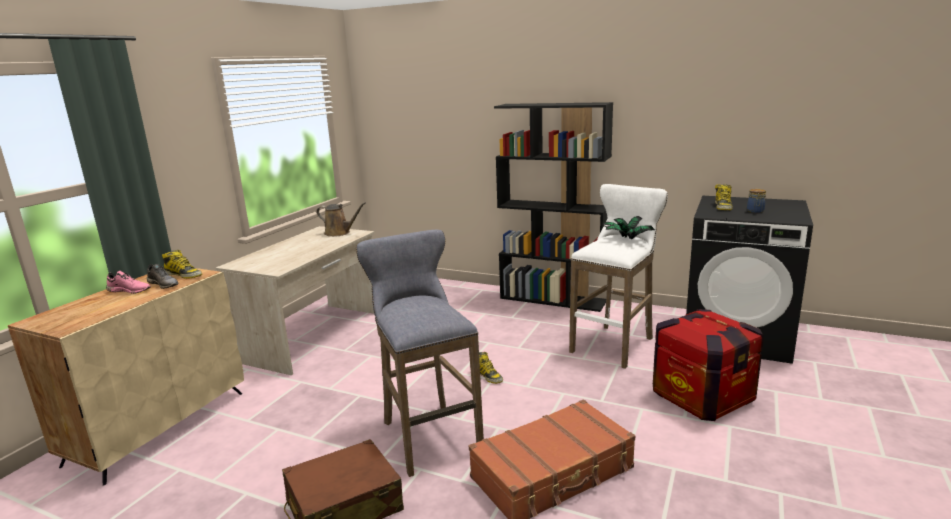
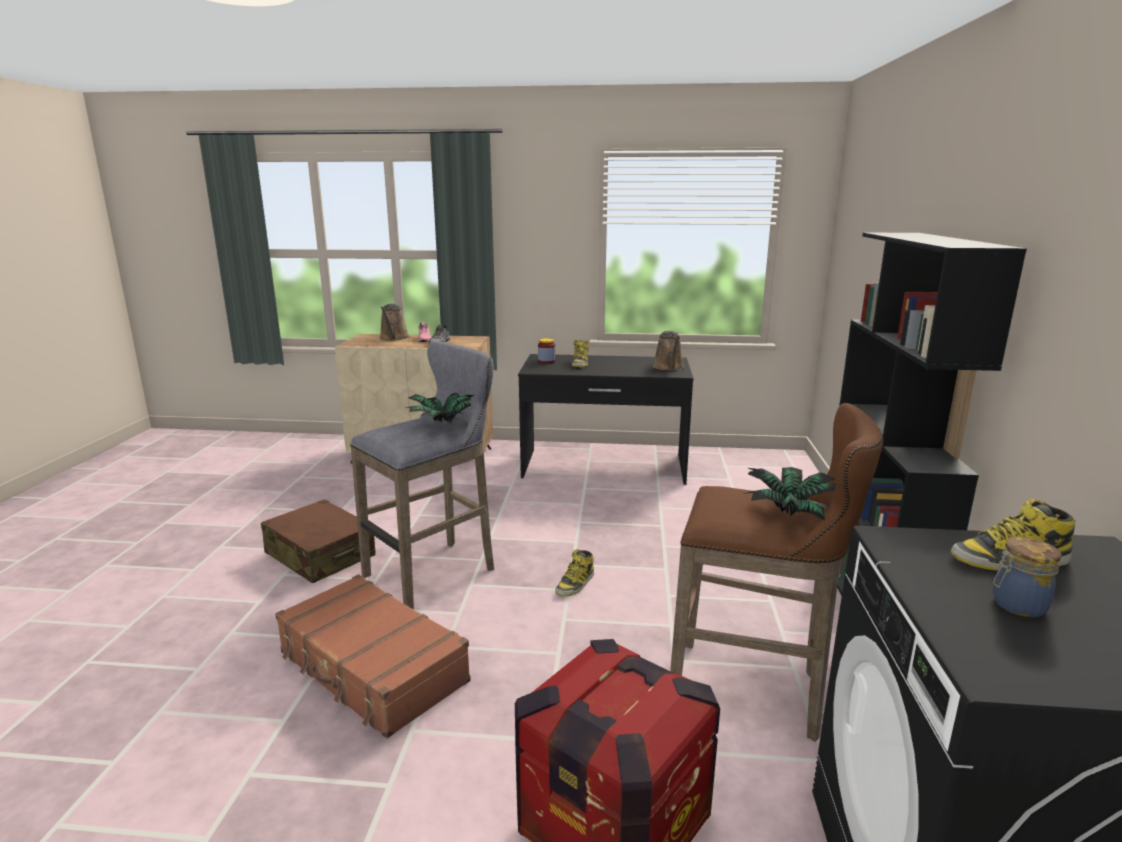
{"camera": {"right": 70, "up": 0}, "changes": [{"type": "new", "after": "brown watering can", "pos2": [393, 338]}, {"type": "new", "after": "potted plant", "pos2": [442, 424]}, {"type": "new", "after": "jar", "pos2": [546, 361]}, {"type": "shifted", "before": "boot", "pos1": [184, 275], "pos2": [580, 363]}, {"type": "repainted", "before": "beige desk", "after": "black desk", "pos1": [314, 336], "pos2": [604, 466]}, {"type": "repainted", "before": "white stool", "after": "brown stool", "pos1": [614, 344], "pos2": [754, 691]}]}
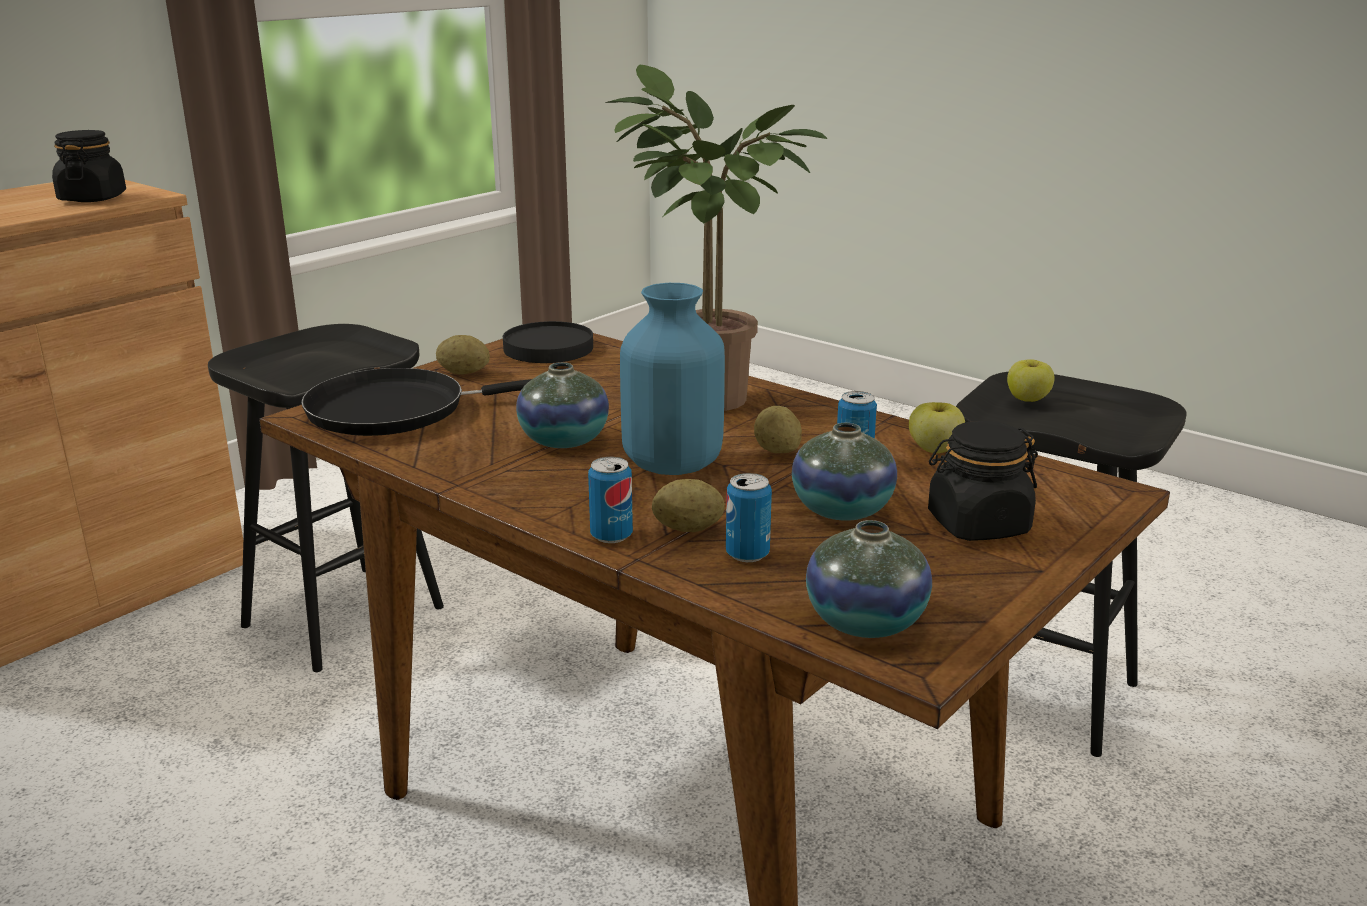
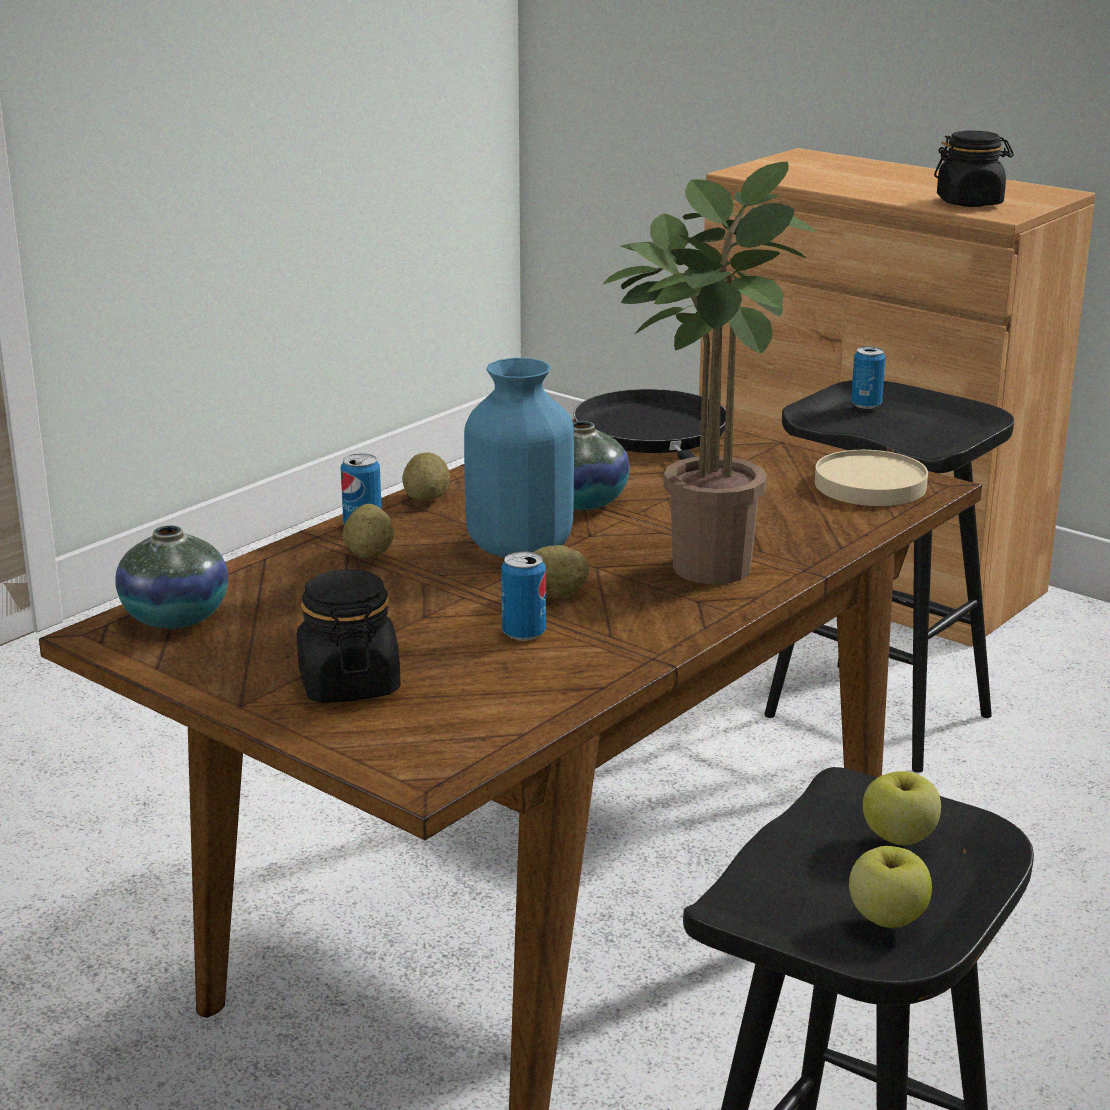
{"camera": {"right": 90, "up": 0}, "changes": [{"type": "gone", "before": "vase", "pos1": [842, 510]}, {"type": "shifted", "before": "potato", "pos1": [464, 373], "pos2": [426, 499]}, {"type": "shifted", "before": "can", "pos1": [747, 554], "pos2": [866, 404]}, {"type": "shifted", "before": "apple", "pos1": [934, 449], "pos2": [887, 917]}, {"type": "repainted", "before": "black plate", "after": "beige plate", "pos1": [548, 348], "pos2": [869, 485]}]}
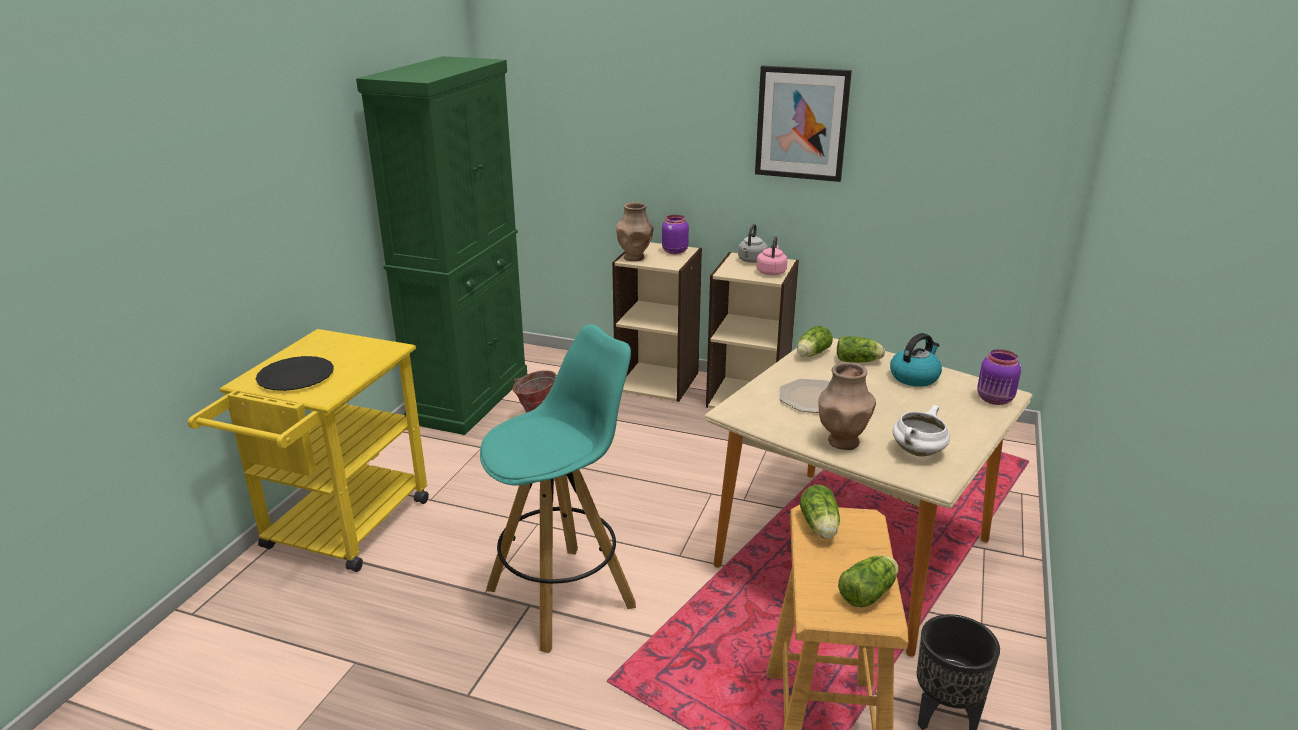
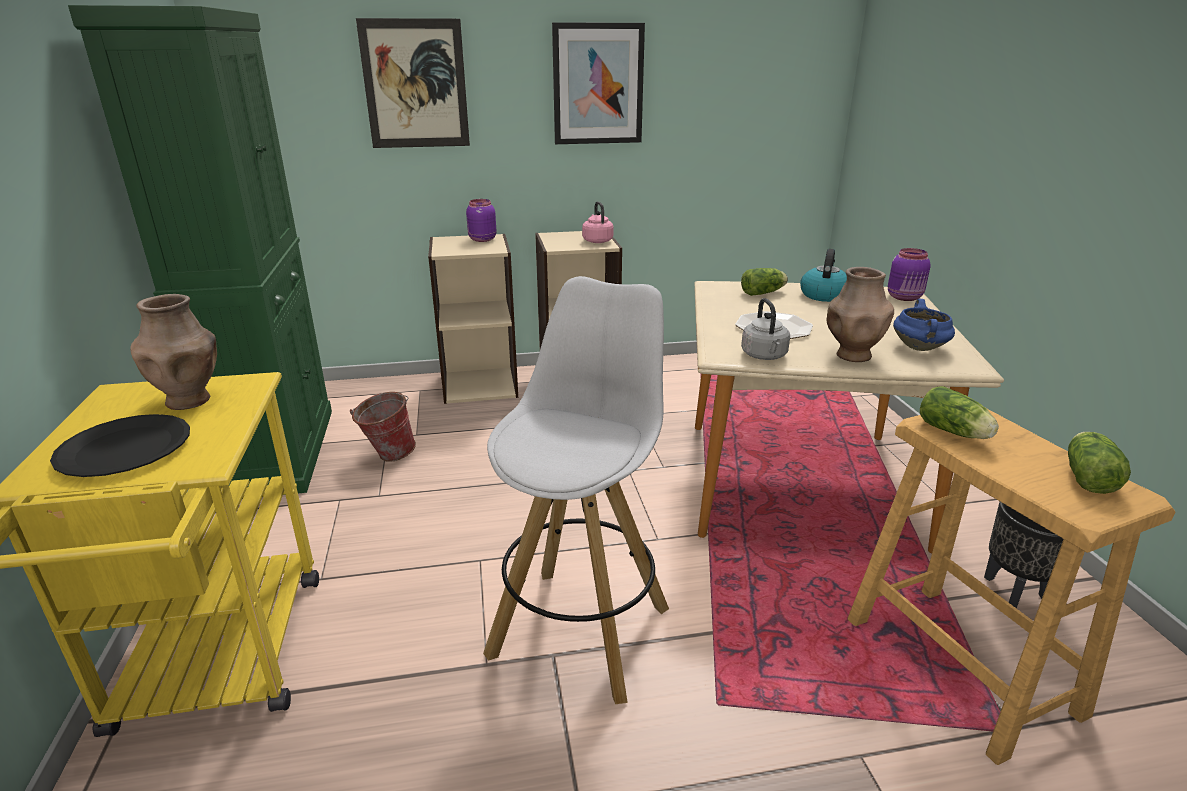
{"camera": {"right": -30, "up": 0}, "changes": [{"type": "gone", "before": "lettuce", "pos1": [811, 354]}, {"type": "new", "after": "picture", "pos2": [415, 84]}, {"type": "shifted", "before": "brown vase", "pos1": [634, 257], "pos2": [190, 400]}, {"type": "shifted", "before": "grey kettle", "pos1": [751, 261], "pos2": [764, 356]}, {"type": "repainted", "before": "turquoise stool", "after": "white stool", "pos1": [563, 596], "pos2": [581, 629]}, {"type": "repainted", "before": "white cooking pot", "after": "blue cooking pot", "pos1": [918, 452], "pos2": [920, 348]}]}
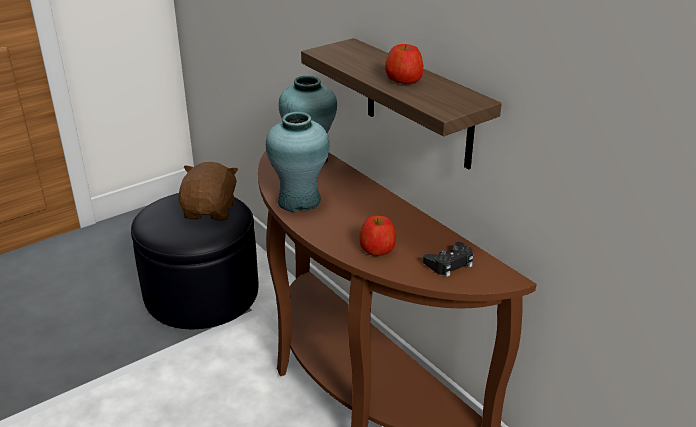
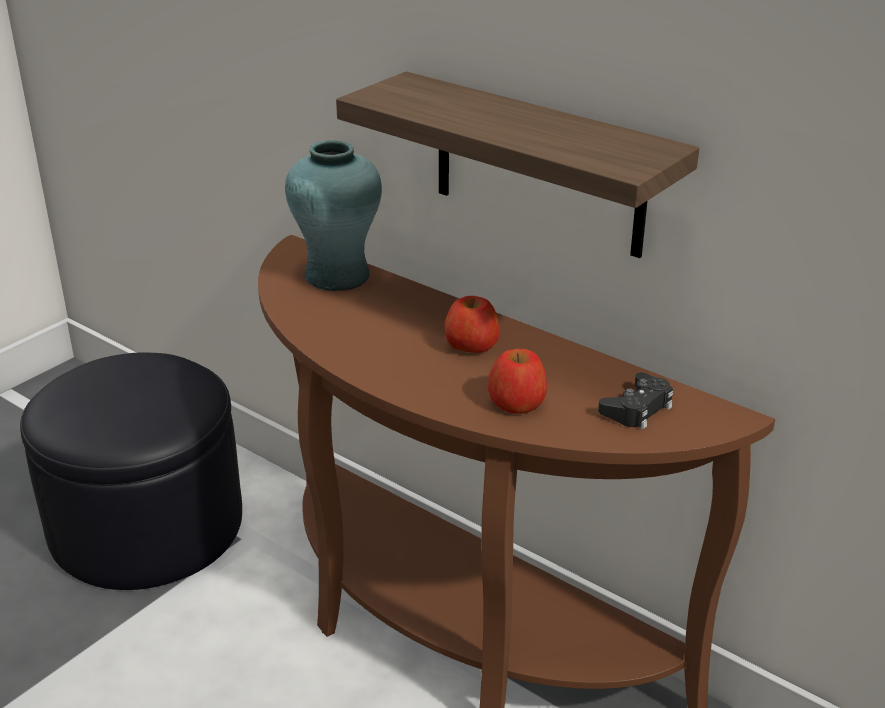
{"camera": {"right": -15, "up": 0}, "changes": [{"type": "gone", "before": "brown plush toy", "pos1": [210, 211]}, {"type": "gone", "before": "turquoise vase", "pos1": [299, 201]}, {"type": "shifted", "before": "apple", "pos1": [403, 80], "pos2": [471, 345]}]}
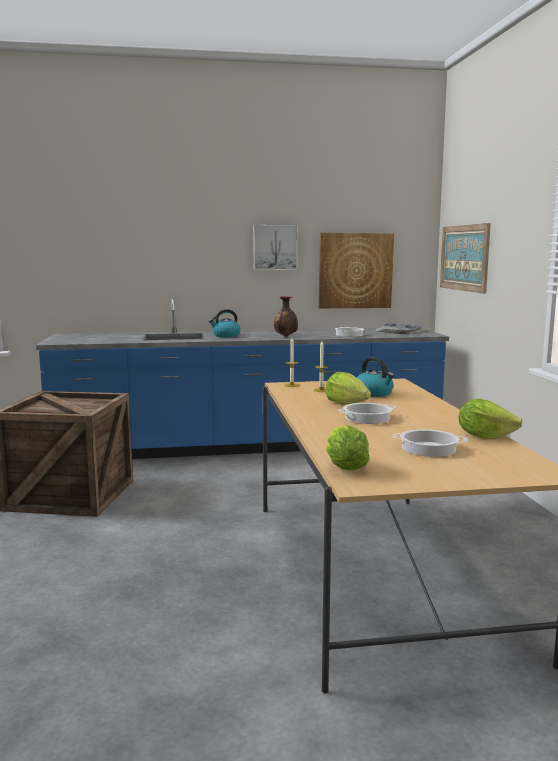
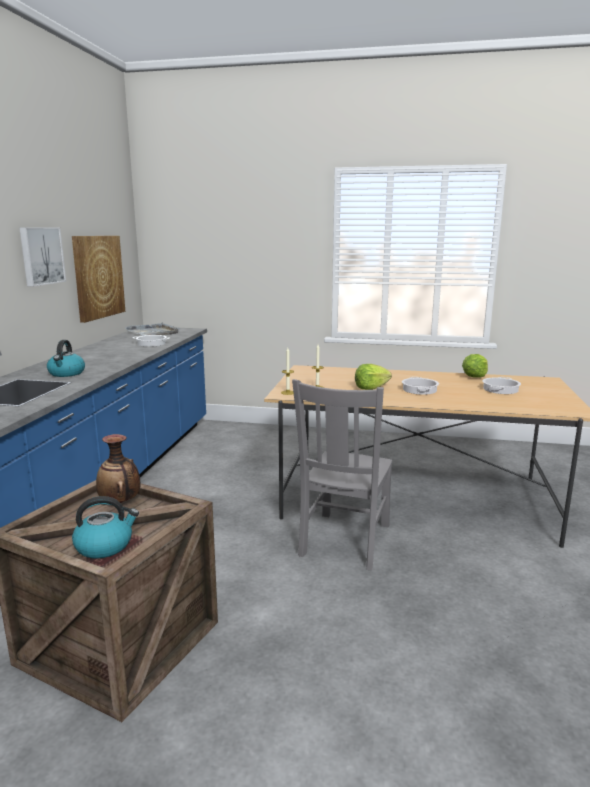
{"camera": {"right": -70, "up": 5}, "changes": [{"type": "gone", "before": "lettuce", "pos1": [345, 468]}, {"type": "gone", "before": "picture", "pos1": [464, 258]}, {"type": "new", "after": "grey chair", "pos2": [344, 541]}, {"type": "shifted", "before": "vase", "pos1": [286, 336], "pos2": [120, 502]}, {"type": "shifted", "before": "kettle", "pos1": [374, 393], "pos2": [105, 546]}]}
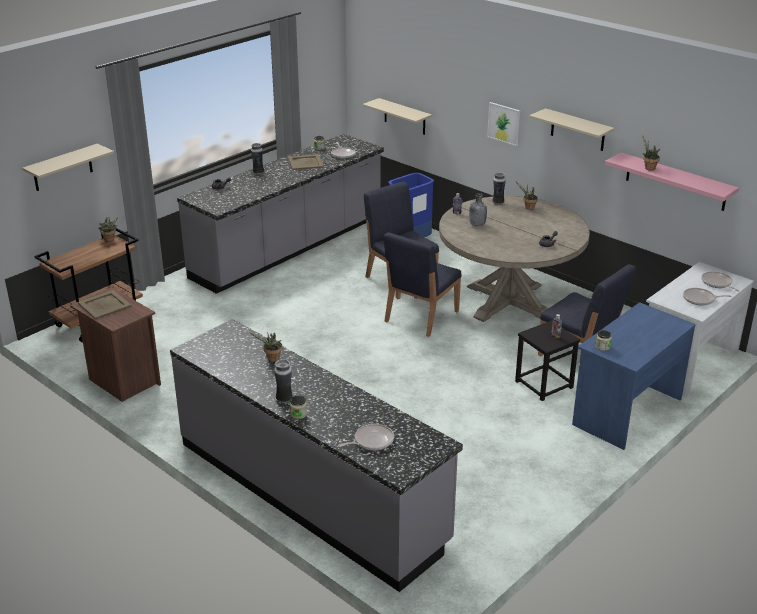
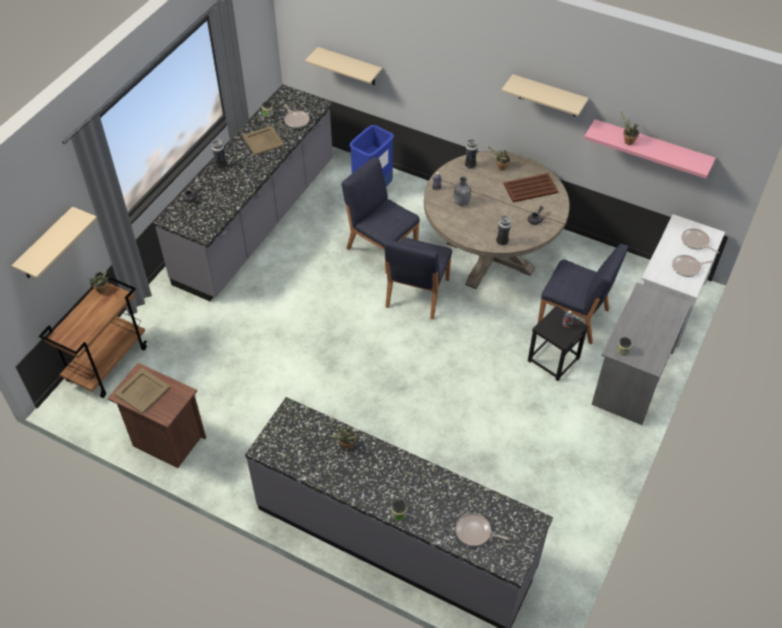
{"camera": {"right": -15, "up": 20}, "changes": [{"type": "gone", "before": "picture", "pos1": [504, 123]}, {"type": "new", "after": "brown tray", "pos2": [530, 188]}, {"type": "shifted", "before": "vase", "pos1": [284, 399], "pos2": [502, 242]}, {"type": "repainted", "before": "blue desk", "after": "grey desk", "pos1": [626, 411], "pos2": [631, 378]}, {"type": "rotated", "before": "frying pan", "pos1": [371, 441], "pos2": [475, 532], "turn": -120}]}
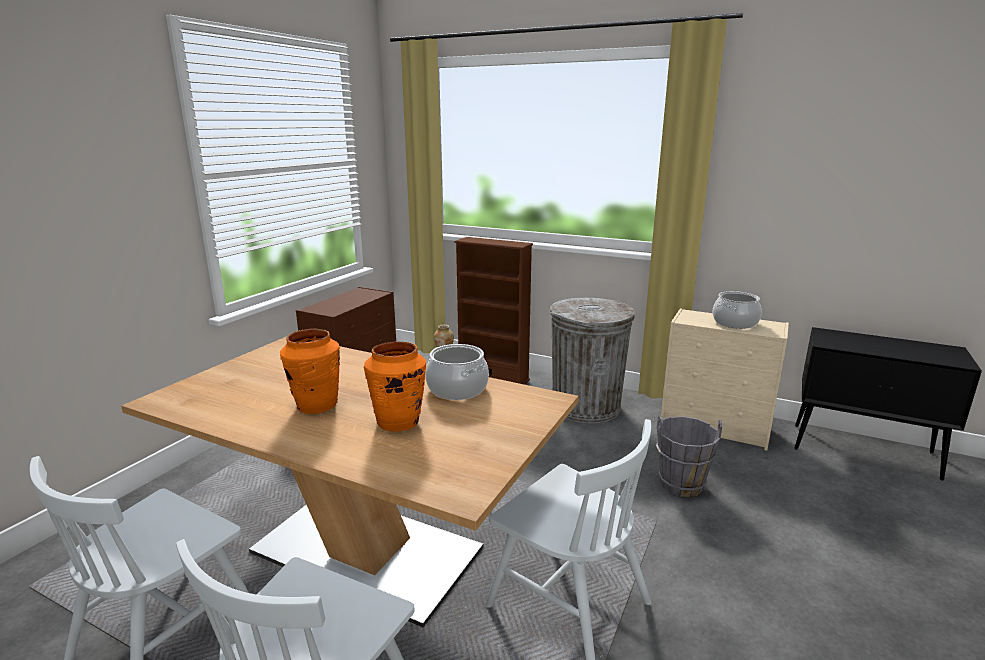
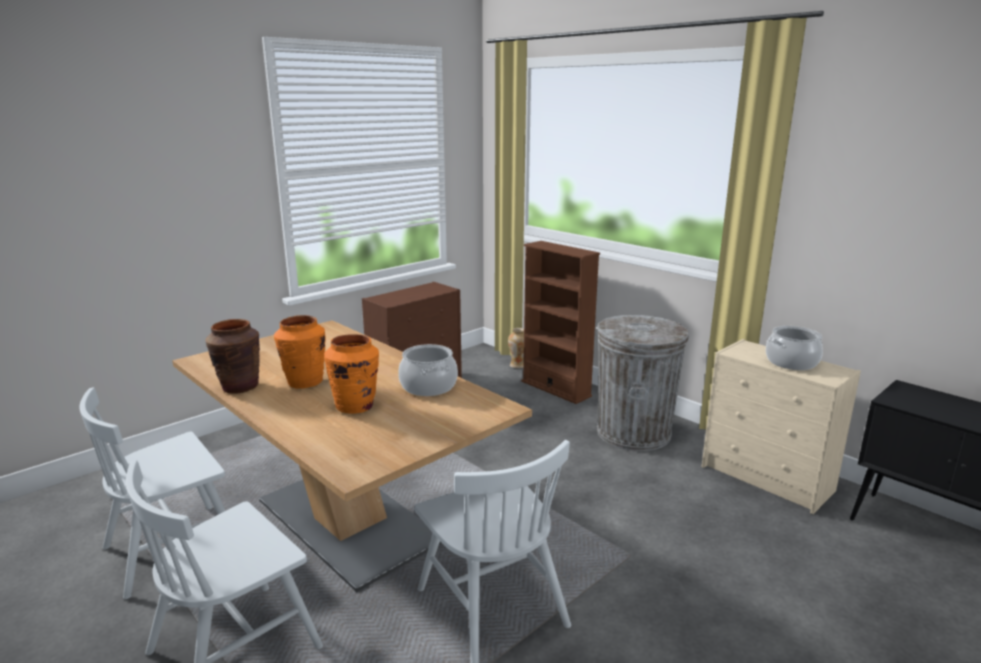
{"camera": {"right": 20, "up": 0}, "changes": [{"type": "gone", "before": "grey bucket", "pos1": [681, 484]}, {"type": "new", "after": "brown vase", "pos2": [239, 387]}]}
